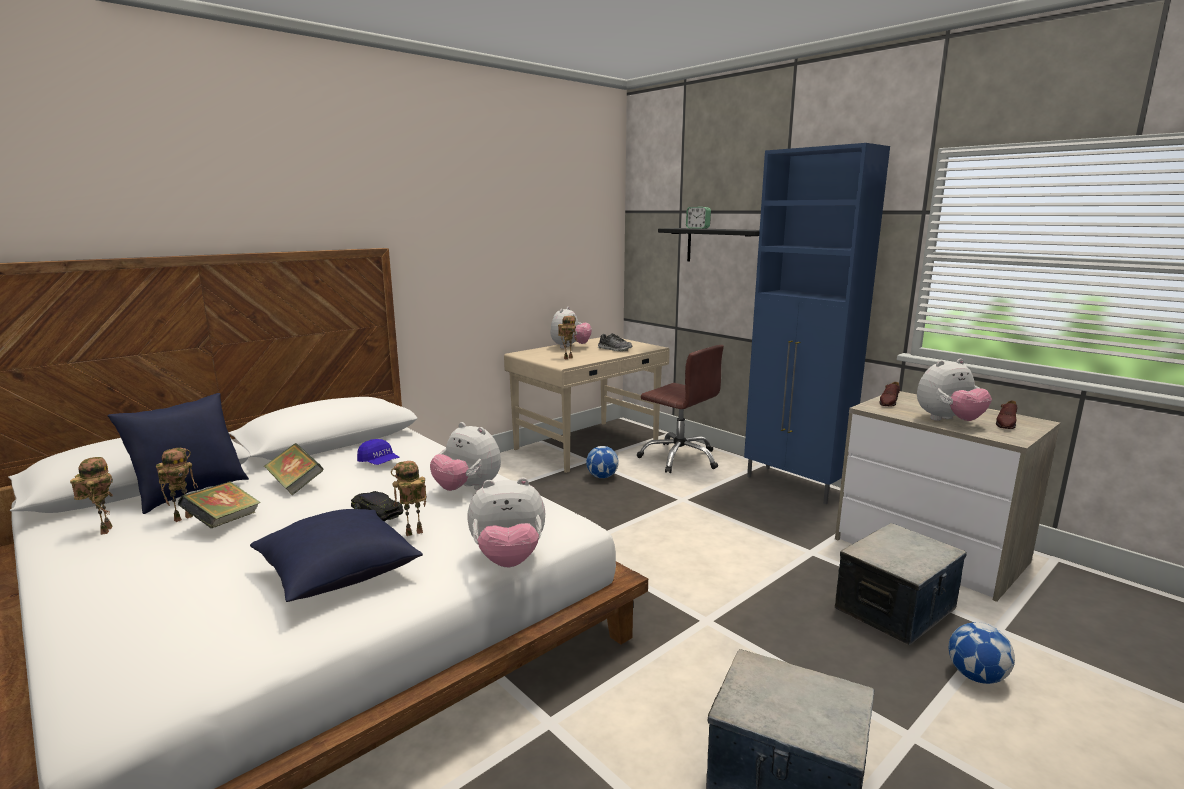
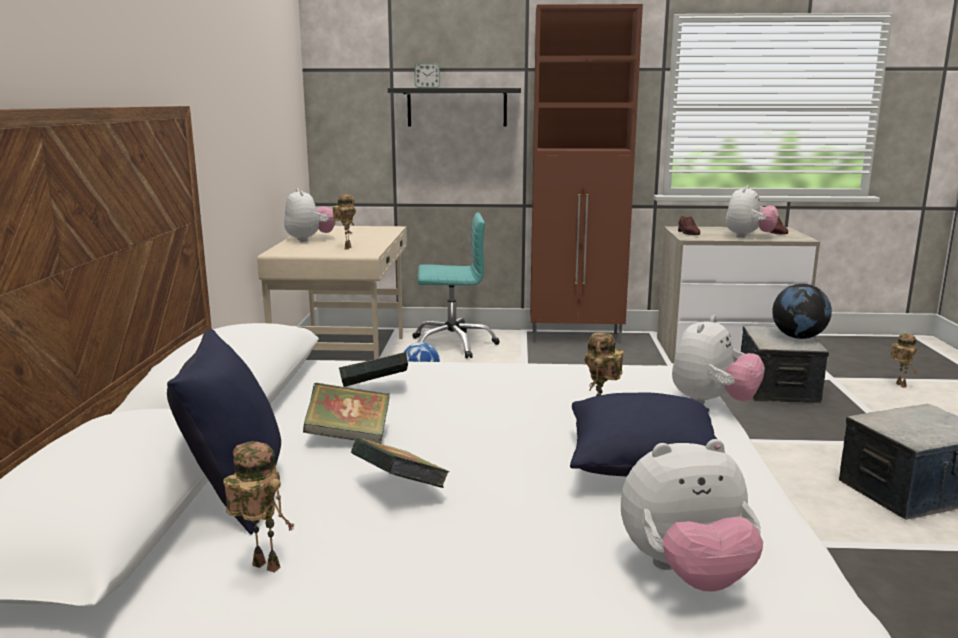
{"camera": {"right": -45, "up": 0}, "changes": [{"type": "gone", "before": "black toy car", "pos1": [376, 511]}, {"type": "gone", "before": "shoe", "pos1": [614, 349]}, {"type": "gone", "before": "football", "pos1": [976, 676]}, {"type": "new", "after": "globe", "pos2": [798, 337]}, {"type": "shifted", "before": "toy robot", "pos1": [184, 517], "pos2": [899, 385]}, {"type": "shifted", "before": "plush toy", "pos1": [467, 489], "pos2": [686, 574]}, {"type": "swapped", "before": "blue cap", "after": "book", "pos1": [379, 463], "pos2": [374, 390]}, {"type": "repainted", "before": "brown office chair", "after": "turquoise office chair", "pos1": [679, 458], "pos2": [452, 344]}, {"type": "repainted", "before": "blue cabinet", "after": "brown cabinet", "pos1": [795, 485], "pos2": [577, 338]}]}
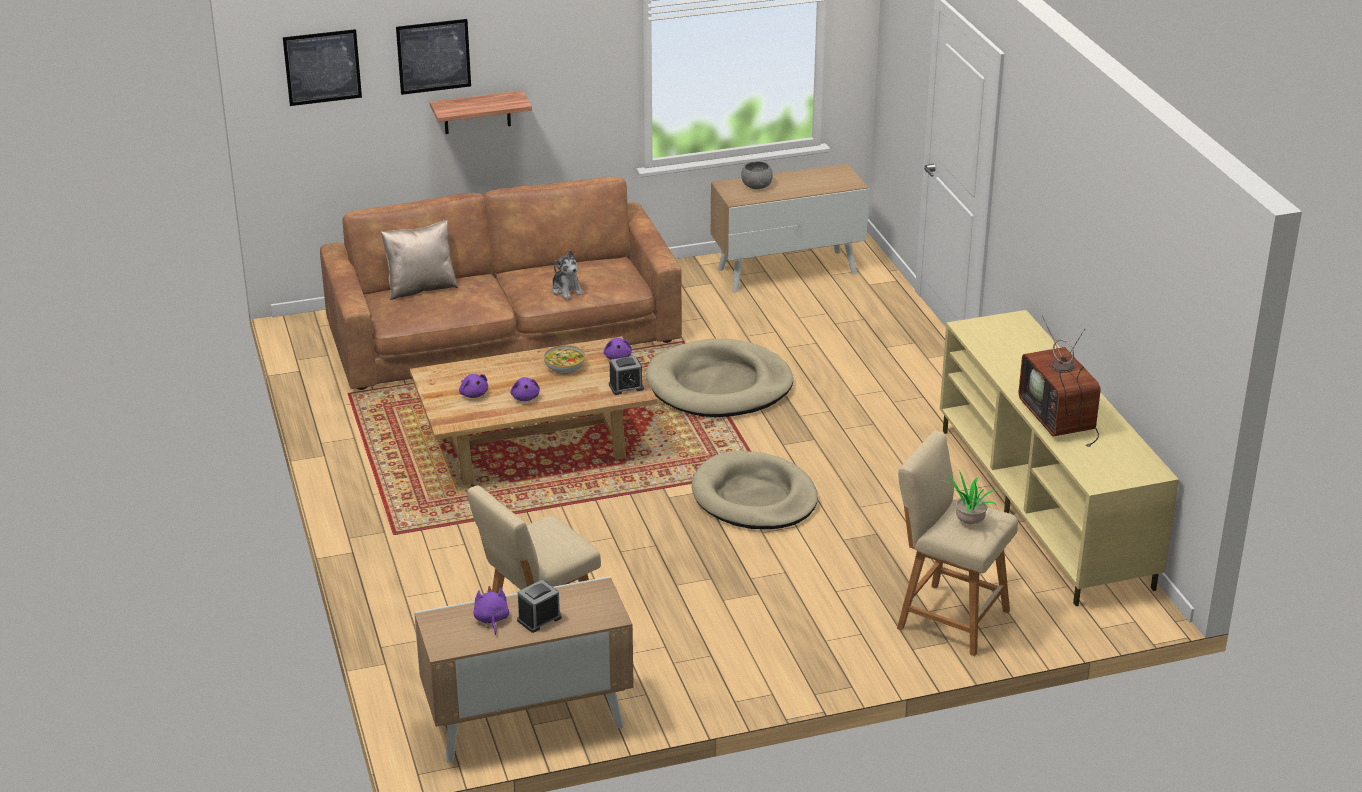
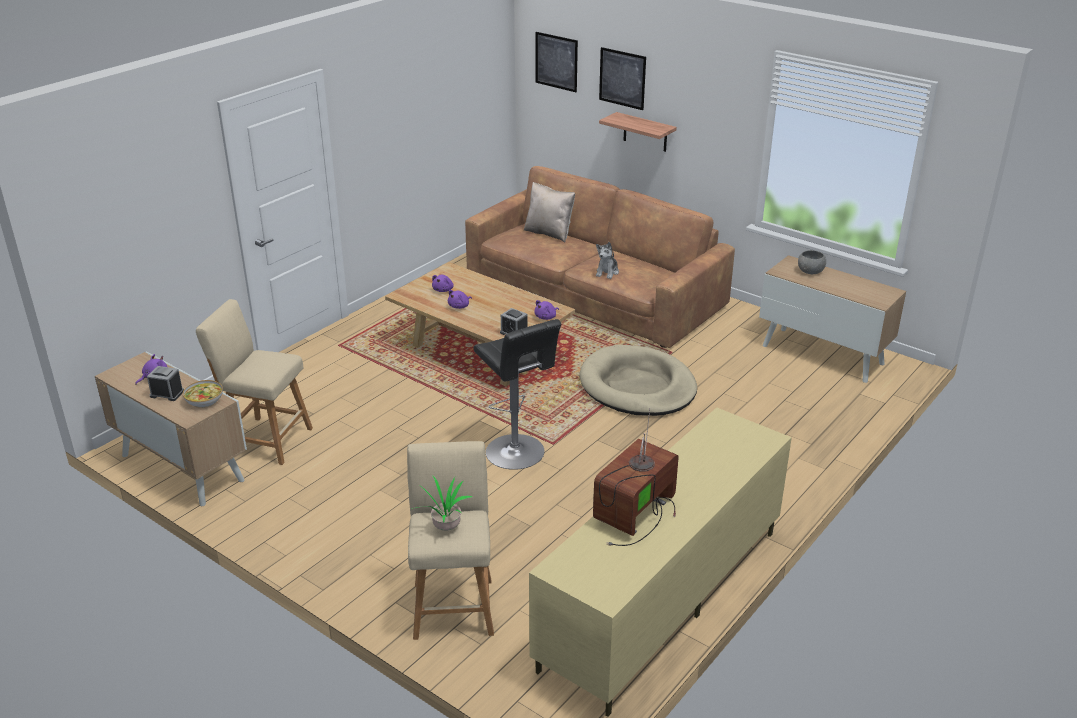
{"camera": {"right": 55, "up": 0}, "changes": [{"type": "shifted", "before": "bowl", "pos1": [564, 367], "pos2": [204, 400]}, {"type": "swapped", "before": "beige dog bed", "after": "black stool", "pos1": [754, 497], "pos2": [517, 454]}]}
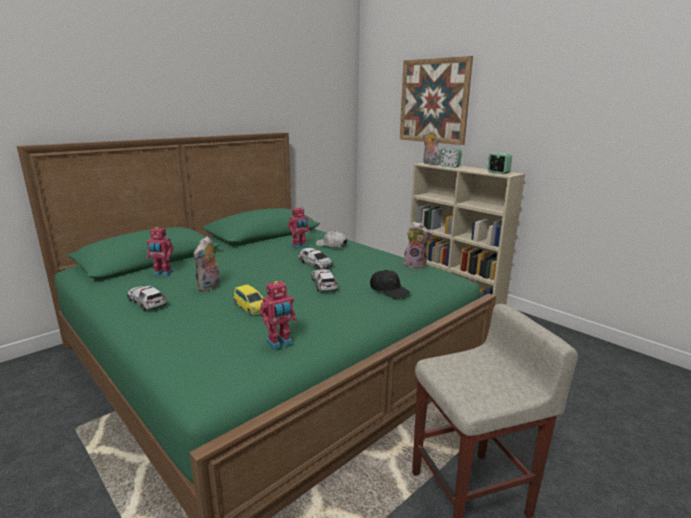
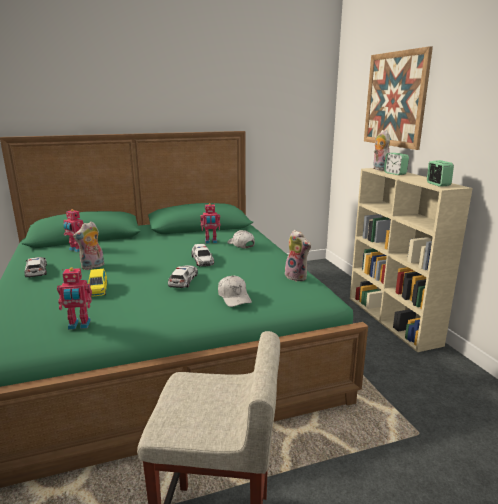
{"camera": {"right": 25, "up": 0}, "changes": [{"type": "repainted", "before": "black cap", "after": "white cap", "pos1": [389, 290], "pos2": [234, 297]}]}
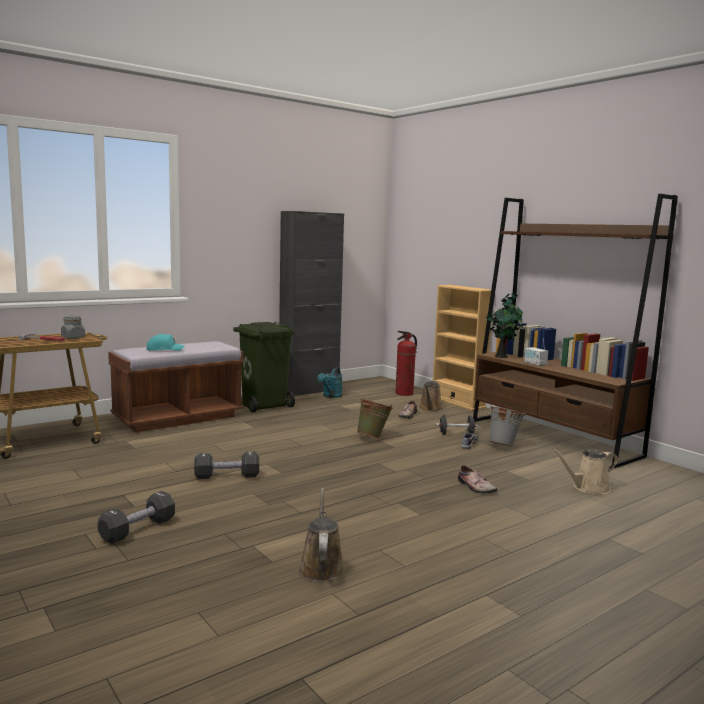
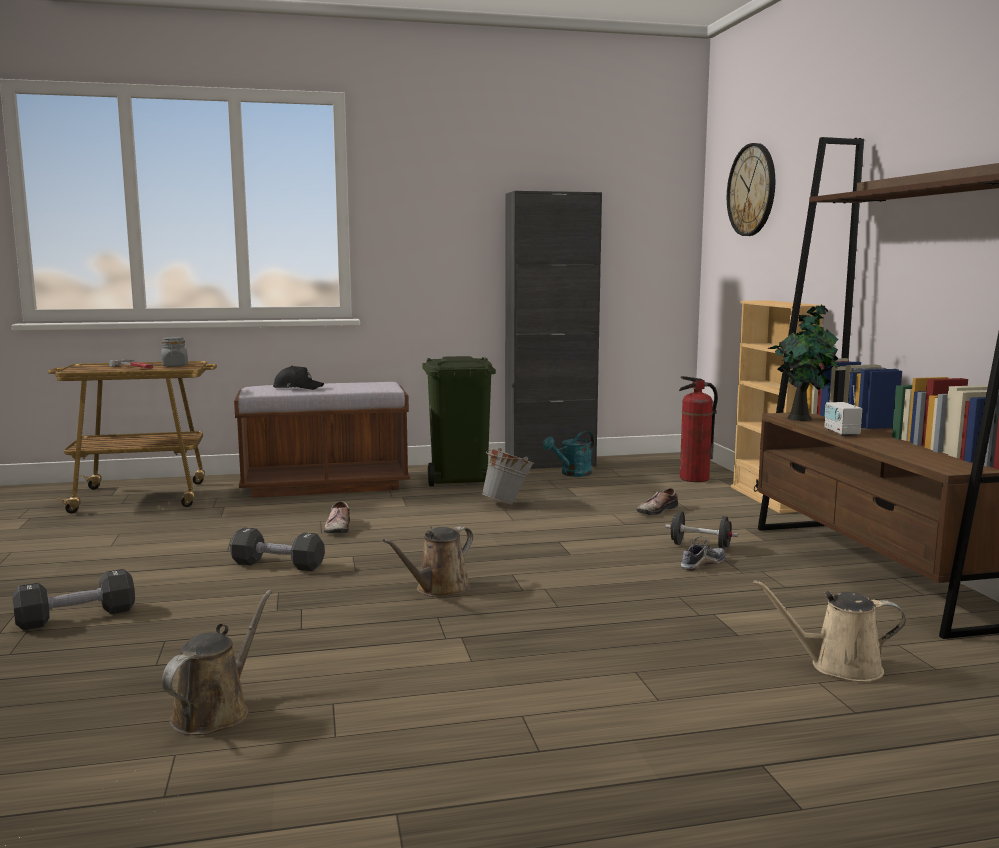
{"camera": {"right": 25, "up": 0}, "changes": [{"type": "gone", "before": "green bucket", "pos1": [373, 437]}, {"type": "new", "after": "wall clock", "pos2": [752, 190]}, {"type": "shifted", "before": "brown watering can", "pos1": [430, 408], "pos2": [438, 589]}, {"type": "shifted", "before": "shoe", "pos1": [475, 487], "pos2": [337, 528]}, {"type": "shifted", "before": "grey bucket", "pos1": [504, 445], "pos2": [508, 503]}, {"type": "repainted", "before": "turquoise cap", "after": "black cap", "pos1": [164, 349], "pos2": [298, 387]}]}
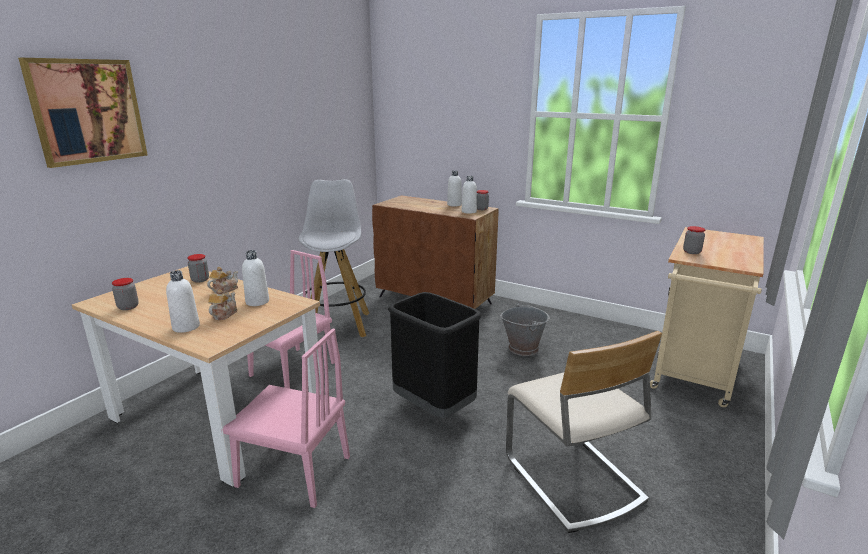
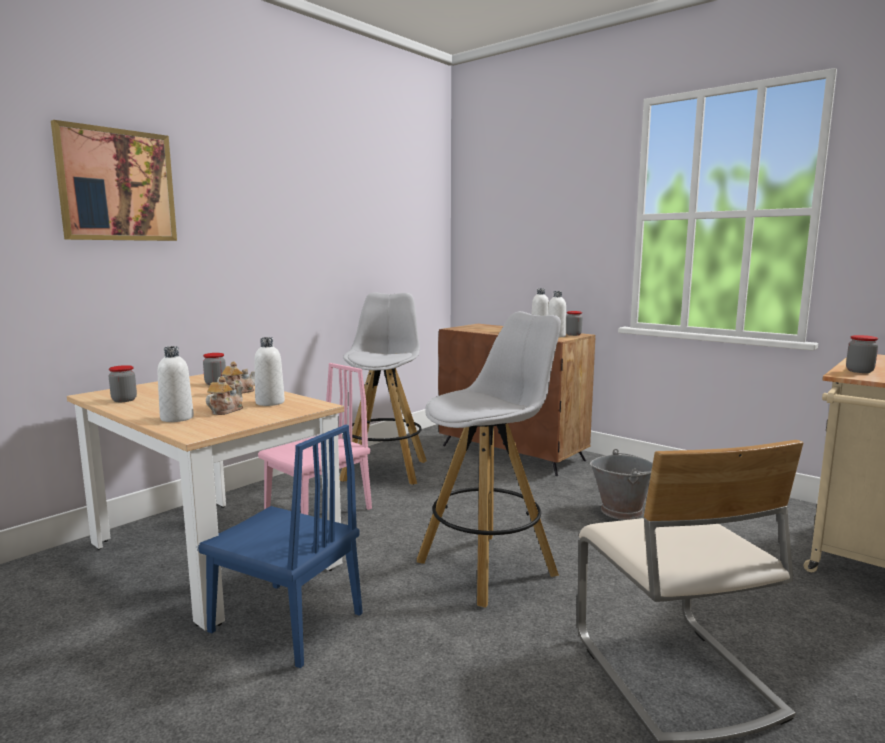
{"camera": {"right": 10, "up": -10}, "changes": [{"type": "swapped", "before": "black trash can", "after": "white stool", "pos1": [434, 407], "pos2": [488, 567]}, {"type": "repainted", "before": "pink chair", "after": "blue chair", "pos1": [293, 471], "pos2": [286, 622]}]}
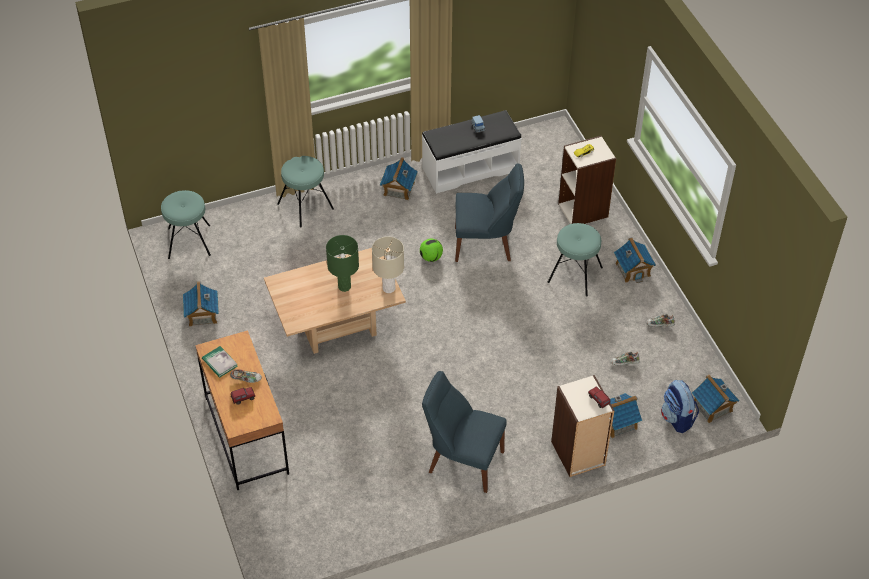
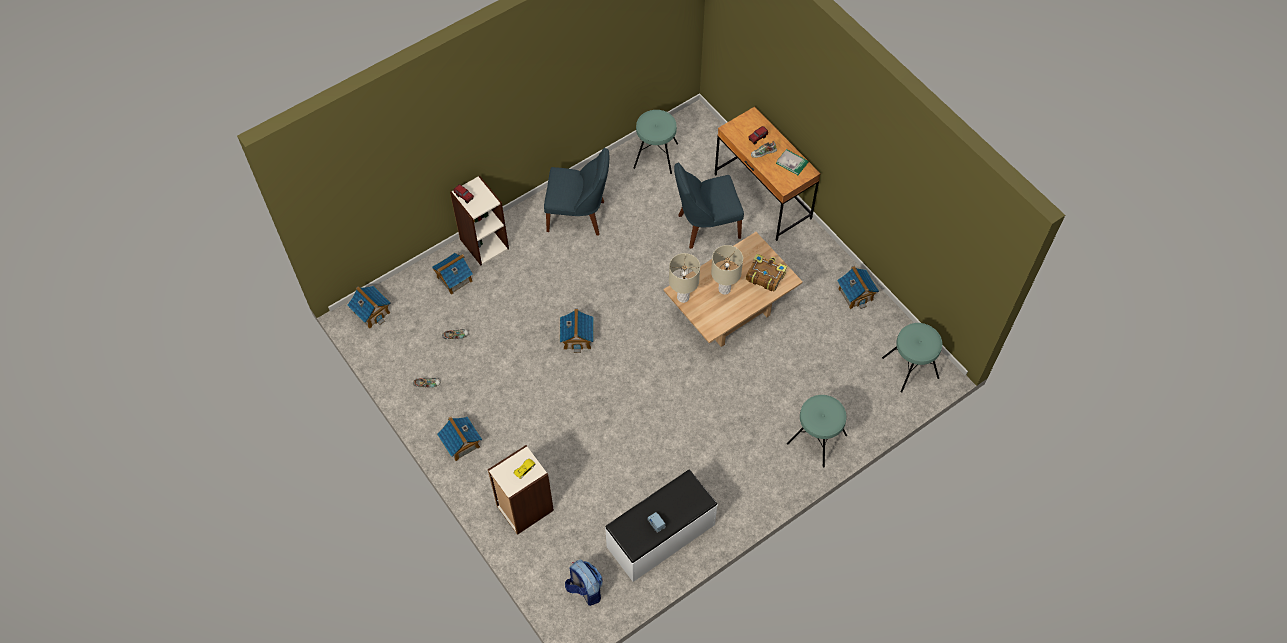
{"camera": {"right": 165, "up": 10}, "changes": [{"type": "gone", "before": "football", "pos1": [431, 257]}, {"type": "new", "after": "book", "pos2": [765, 275]}, {"type": "shifted", "before": "toy house", "pos1": [398, 189], "pos2": [577, 337]}, {"type": "shifted", "before": "blue chair", "pos1": [486, 244], "pos2": [706, 226]}, {"type": "shifted", "before": "turquoise stool", "pos1": [575, 274], "pos2": [656, 156]}, {"type": "shifted", "before": "backpack", "pos1": [677, 418], "pos2": [585, 589]}, {"type": "repainted", "before": "green table lamp", "after": "beige table lamp", "pos1": [344, 287], "pos2": [724, 289]}]}
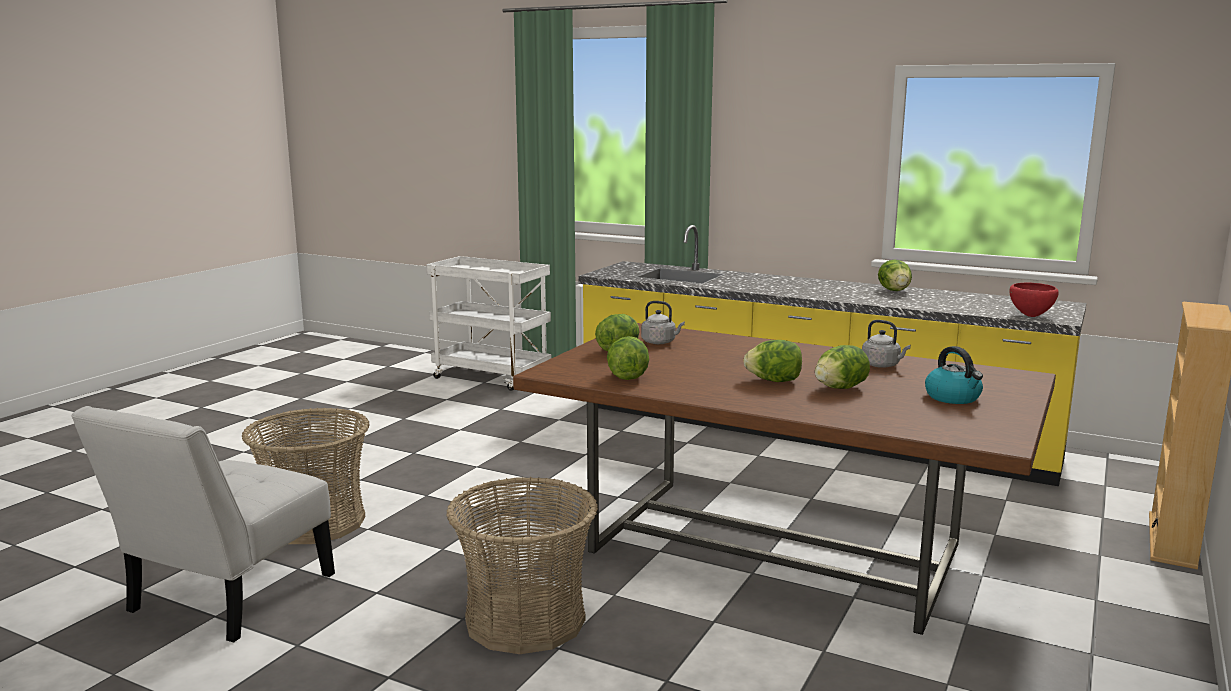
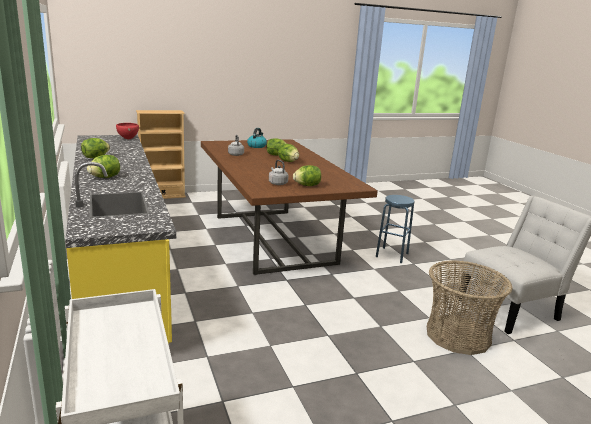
{"camera": {"right": -140, "up": 5}, "changes": [{"type": "shifted", "before": "lettuce", "pos1": [628, 377], "pos2": [105, 177]}, {"type": "swapped", "before": "basket", "after": "blue stool", "pos1": [525, 620], "pos2": [392, 255]}]}
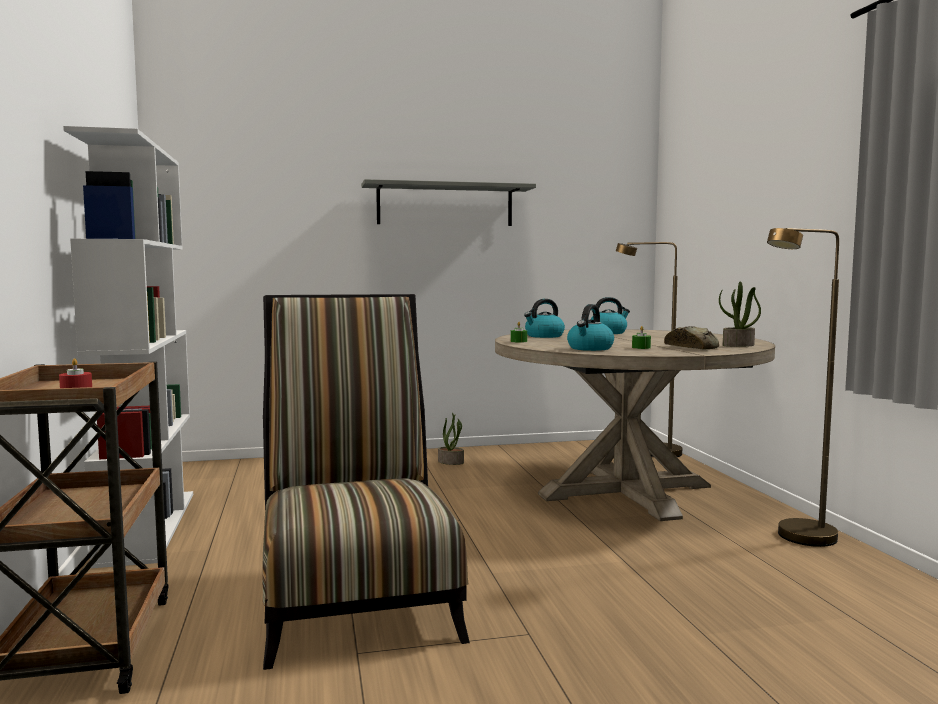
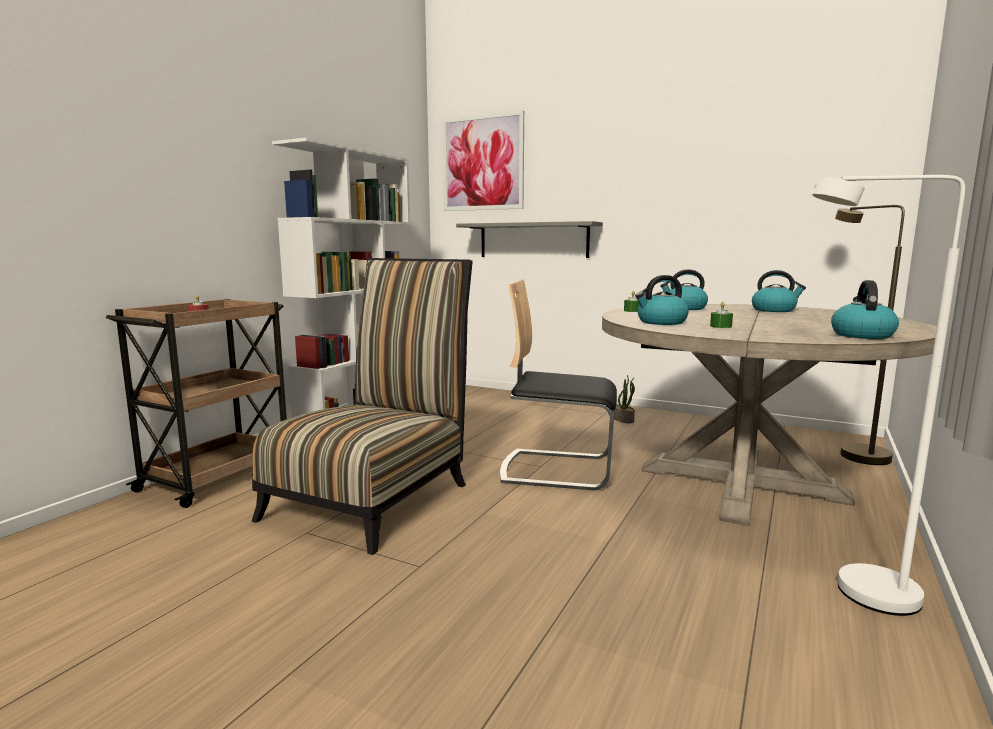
{"camera": {"right": 40, "up": 5}, "changes": [{"type": "gone", "before": "bread", "pos1": [692, 347]}, {"type": "new", "after": "picture", "pos2": [482, 163]}, {"type": "new", "after": "chair", "pos2": [557, 469]}, {"type": "shifted", "before": "grey shelf", "pos1": [445, 205], "pos2": [533, 240]}, {"type": "swapped", "before": "potted plant", "after": "kettle", "pos1": [738, 345], "pos2": [861, 335]}, {"type": "repainted", "before": "brown floor lamp", "after": "white floor lamp", "pos1": [798, 540], "pos2": [856, 592]}]}
